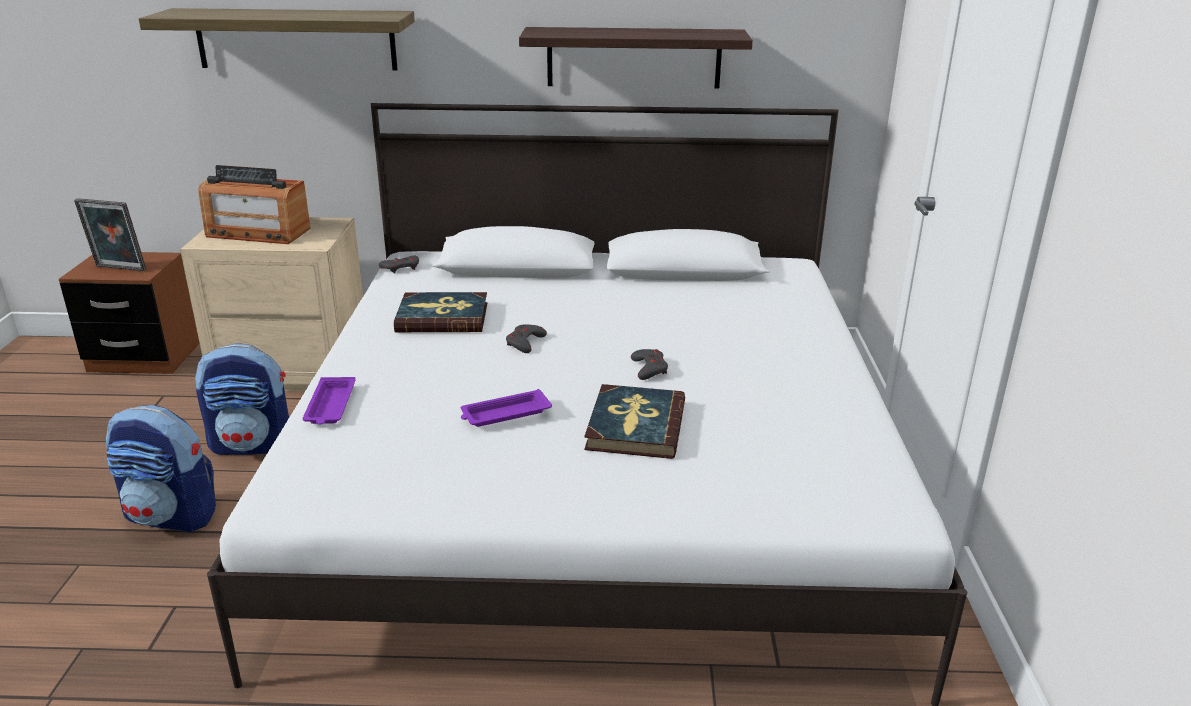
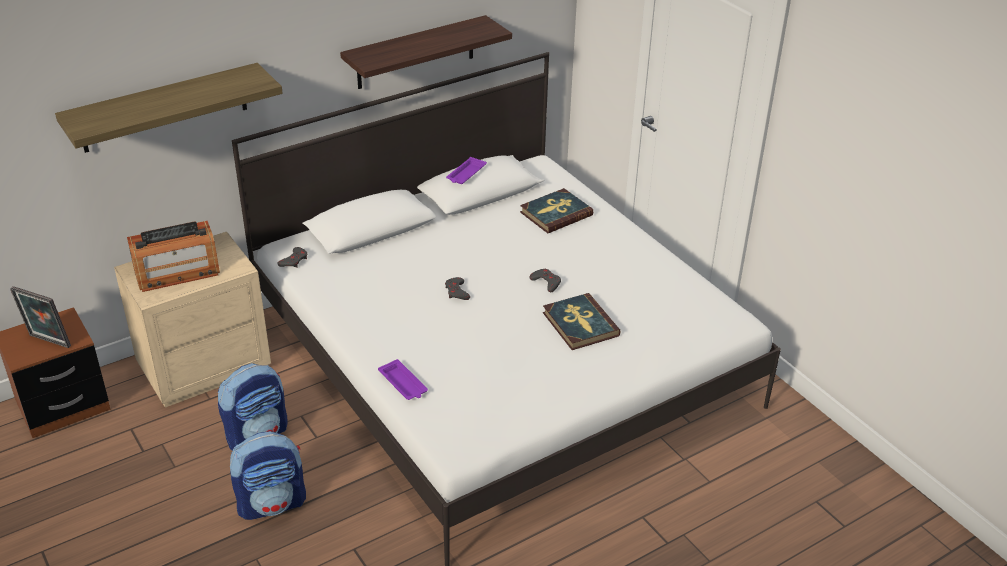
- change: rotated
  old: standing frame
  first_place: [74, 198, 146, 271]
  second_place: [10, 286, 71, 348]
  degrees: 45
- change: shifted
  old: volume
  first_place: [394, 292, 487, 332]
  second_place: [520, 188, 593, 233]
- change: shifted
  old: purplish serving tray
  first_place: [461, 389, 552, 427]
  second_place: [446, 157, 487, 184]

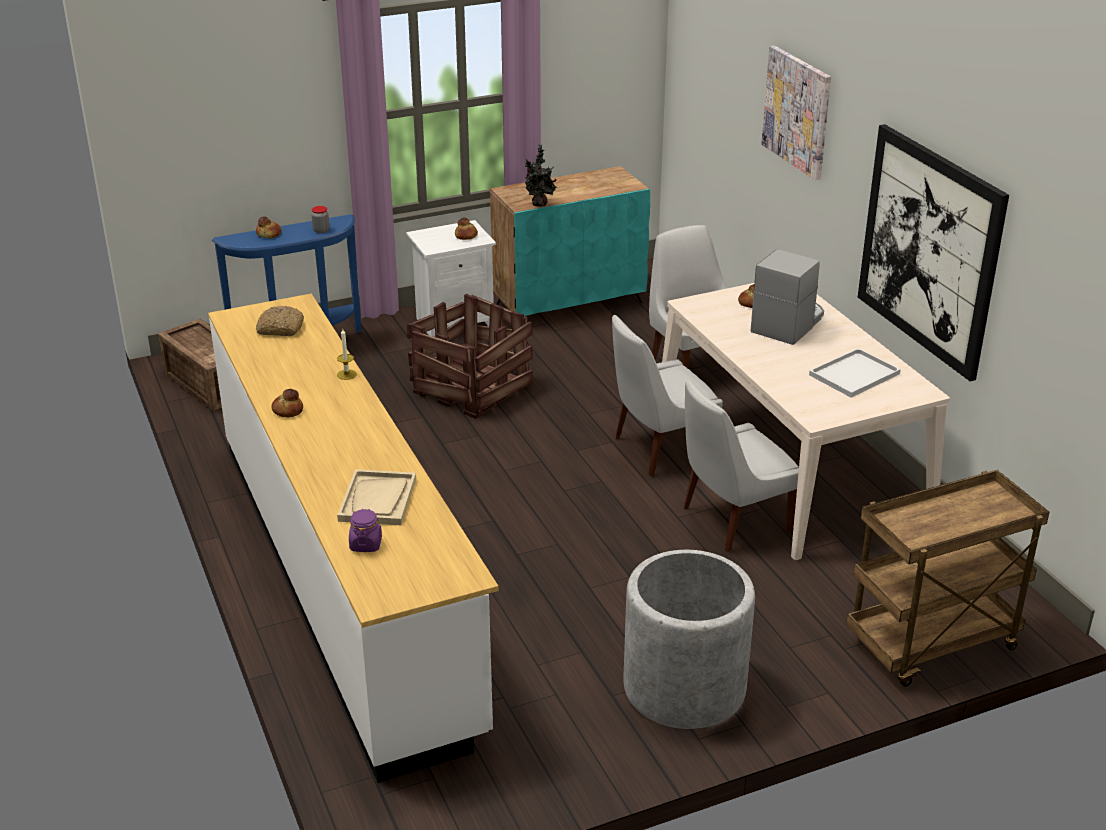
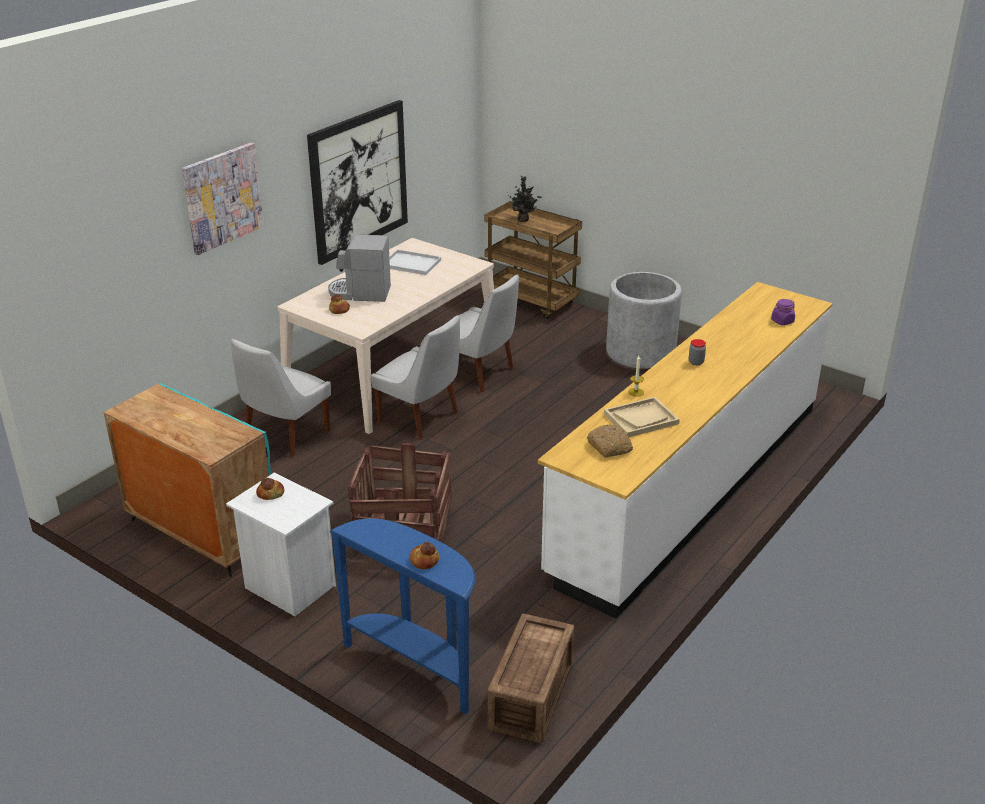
- change: shifted
  old: plant in a pot
  first_place: [525, 144, 558, 207]
  second_place: [508, 176, 542, 222]
- change: shifted
  old: preserve jar
  first_place: [311, 206, 329, 233]
  second_place: [689, 339, 706, 365]
- change: gone
  old: bread
  first_place: [271, 389, 303, 417]
- change: shifted
  old: sand-coloured serving tray
  first_place: [337, 469, 416, 525]
  second_place: [604, 397, 680, 437]

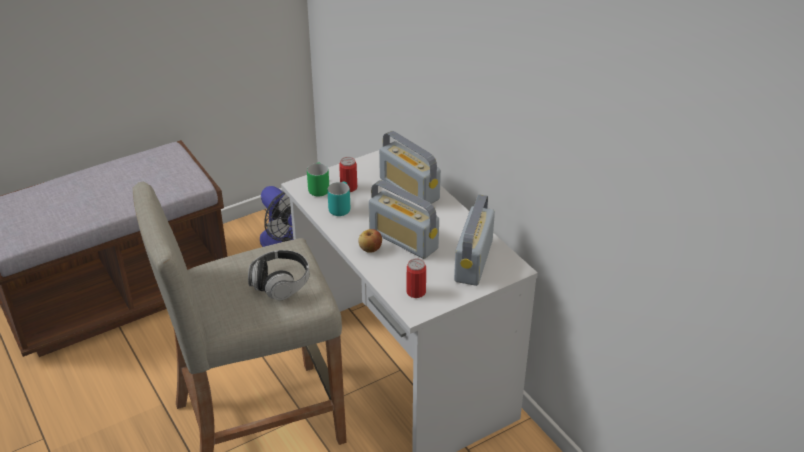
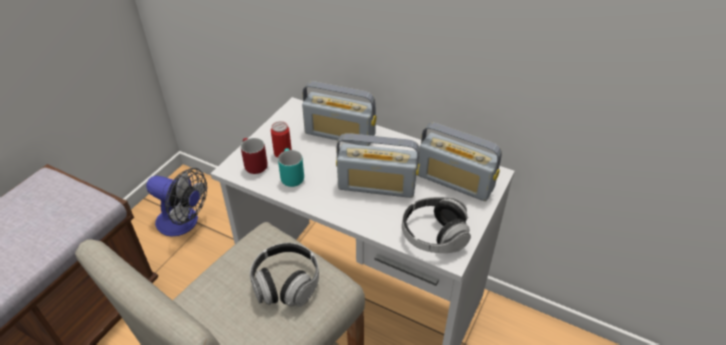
- change: repainted
  old: greenish coffee mug
  new: reddish coffee mug
  first_place: [307, 163, 329, 197]
  second_place: [241, 138, 268, 174]
- change: rotated
  old: radio
  first_place: [454, 195, 495, 286]
  second_place: [418, 123, 502, 201]
  degrees: -45
- change: gone
  old: apple fruit
  first_place: [358, 229, 382, 253]
- change: swapped
  old: sealed can
  new: pair of headphones
  first_place: [407, 259, 426, 298]
  second_place: [402, 197, 471, 253]

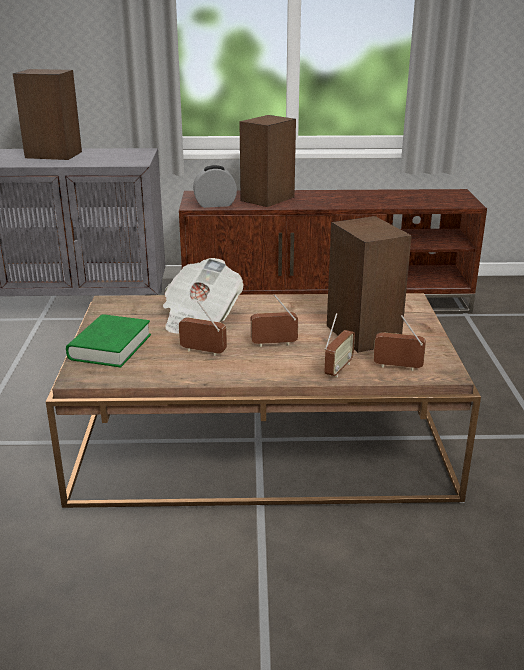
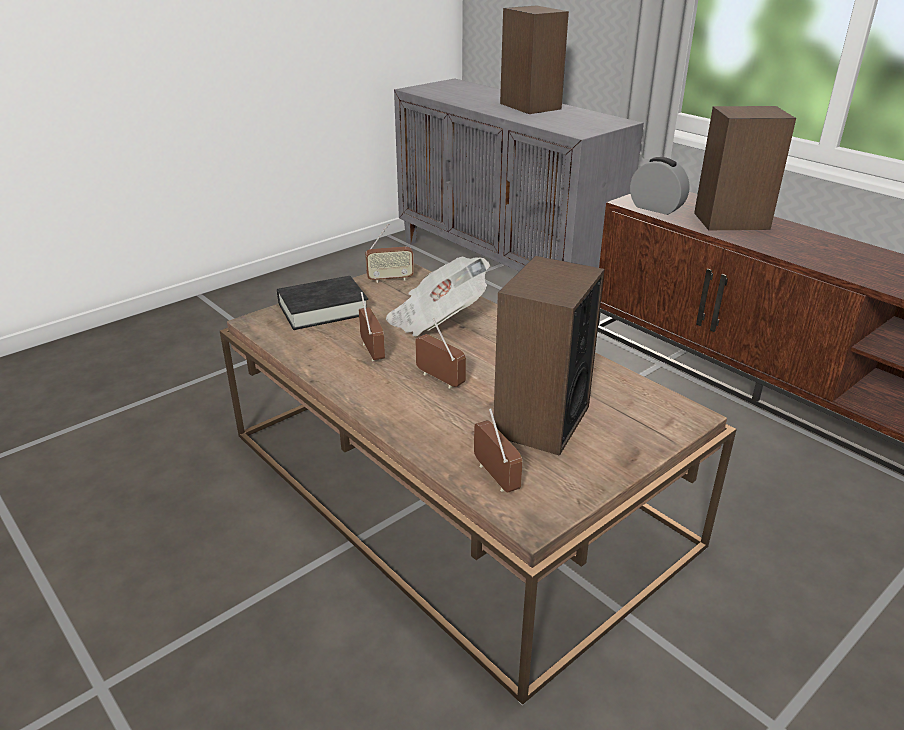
- change: shifted
  old: radio
  first_place: [325, 313, 355, 377]
  second_place: [365, 224, 414, 283]
- change: repainted
  old: greenish volume
  new: blackish volume
  first_place: [66, 314, 151, 368]
  second_place: [277, 276, 368, 330]

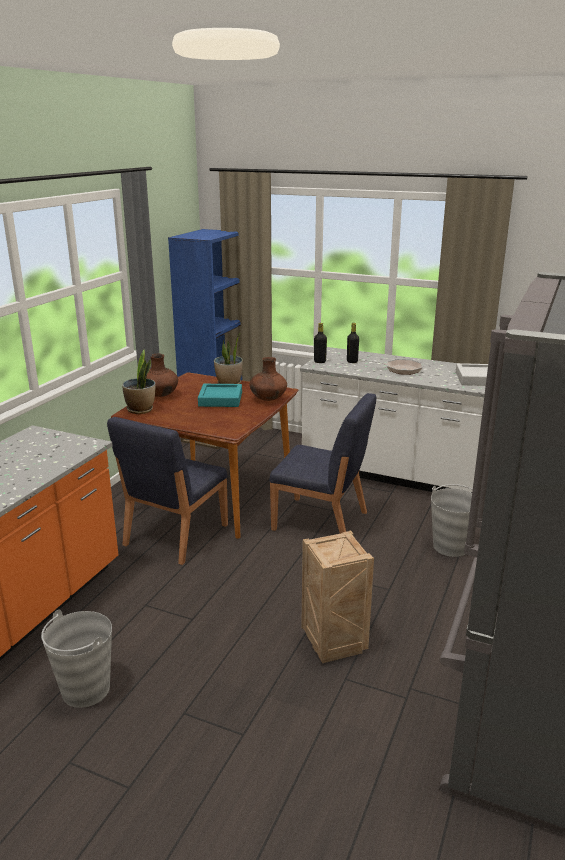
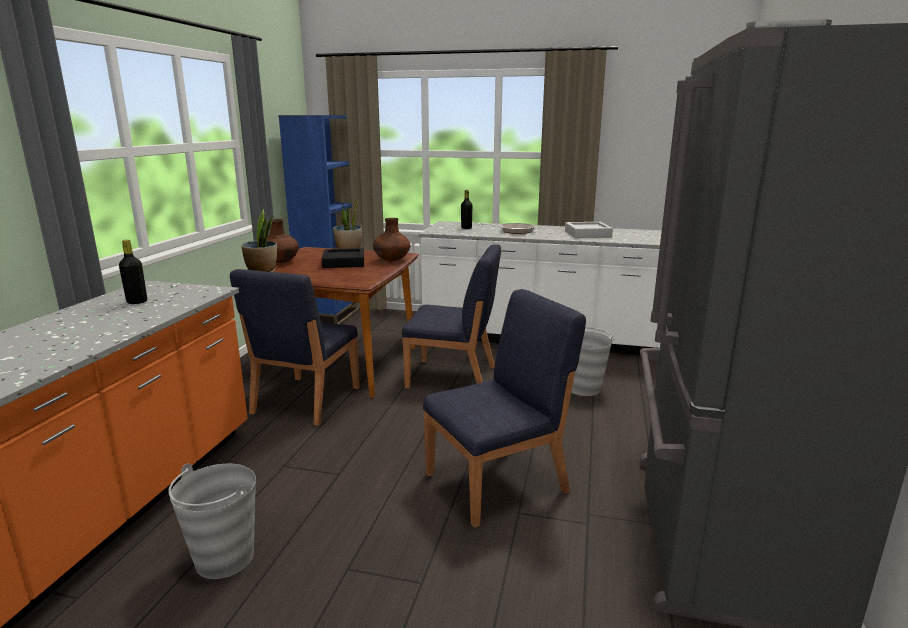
- change: shifted
  old: blackish bottle
  first_place: [314, 323, 327, 363]
  second_place: [119, 240, 147, 304]
- change: repainted
  old: blue-green serving tray
  new: blackish serving tray
  first_place: [198, 384, 242, 407]
  second_place: [322, 248, 364, 268]
- change: swapped
  old: packing crate
  new: blue upright chair
  first_place: [301, 530, 374, 663]
  second_place: [423, 289, 586, 528]

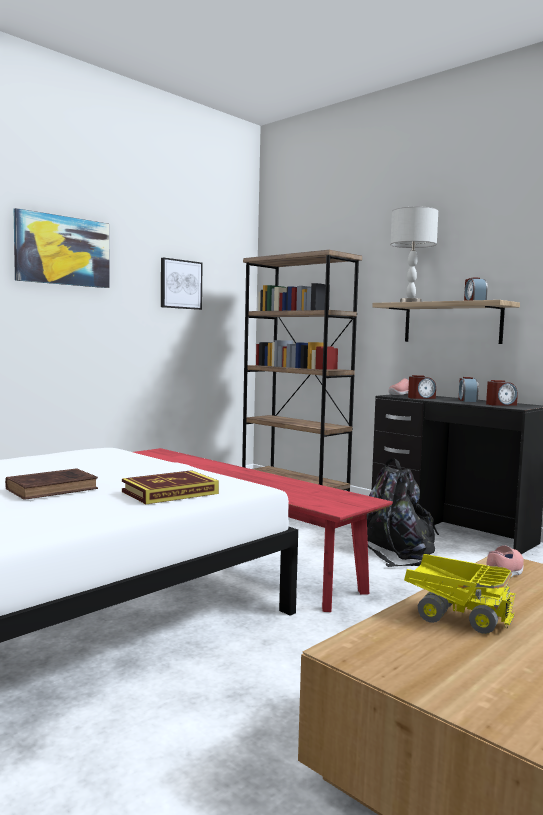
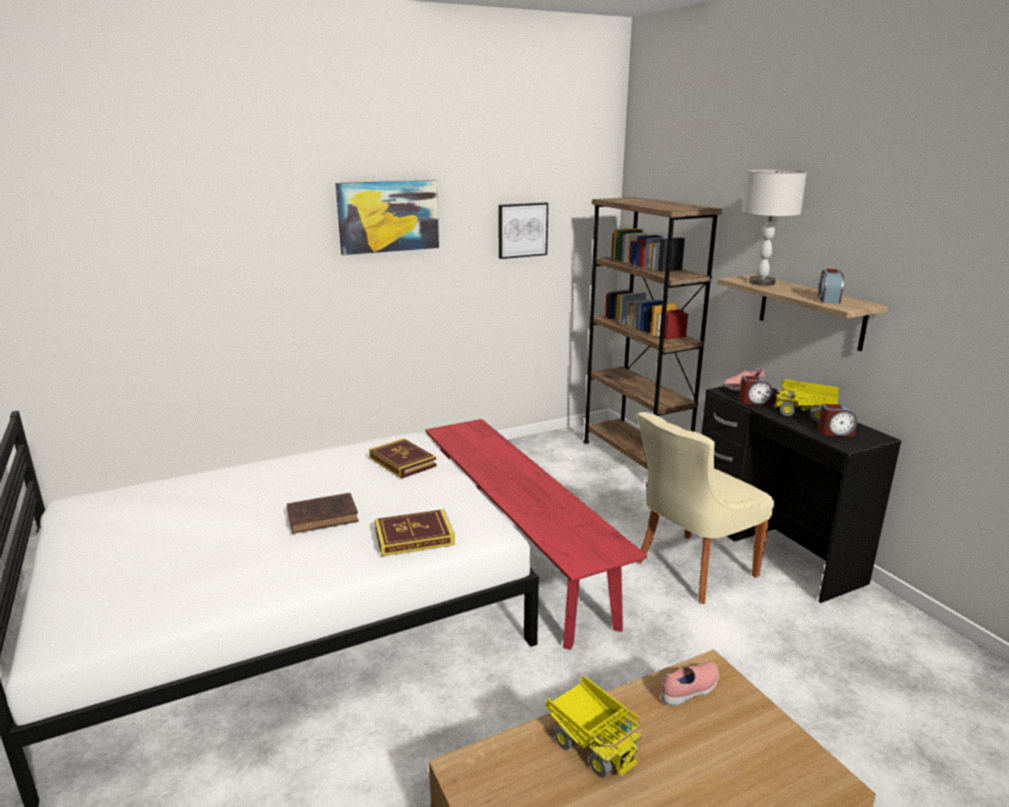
- change: swapped
  old: alarm clock
  new: toy truck
  first_place: [459, 377, 478, 402]
  second_place: [775, 379, 839, 421]
- change: swapped
  old: blackish backpack
  new: sand-coloured upright chair
  first_place: [367, 458, 439, 567]
  second_place: [637, 412, 774, 604]
- change: new
  new: volume
  second_place: [369, 439, 437, 479]

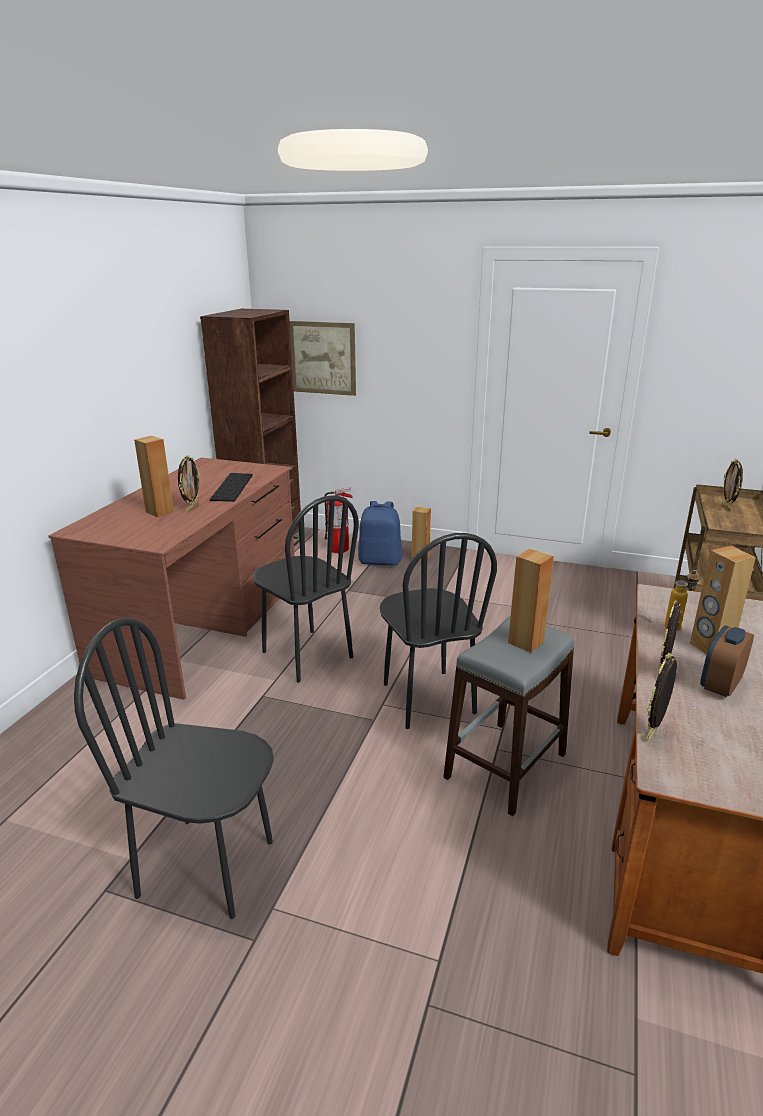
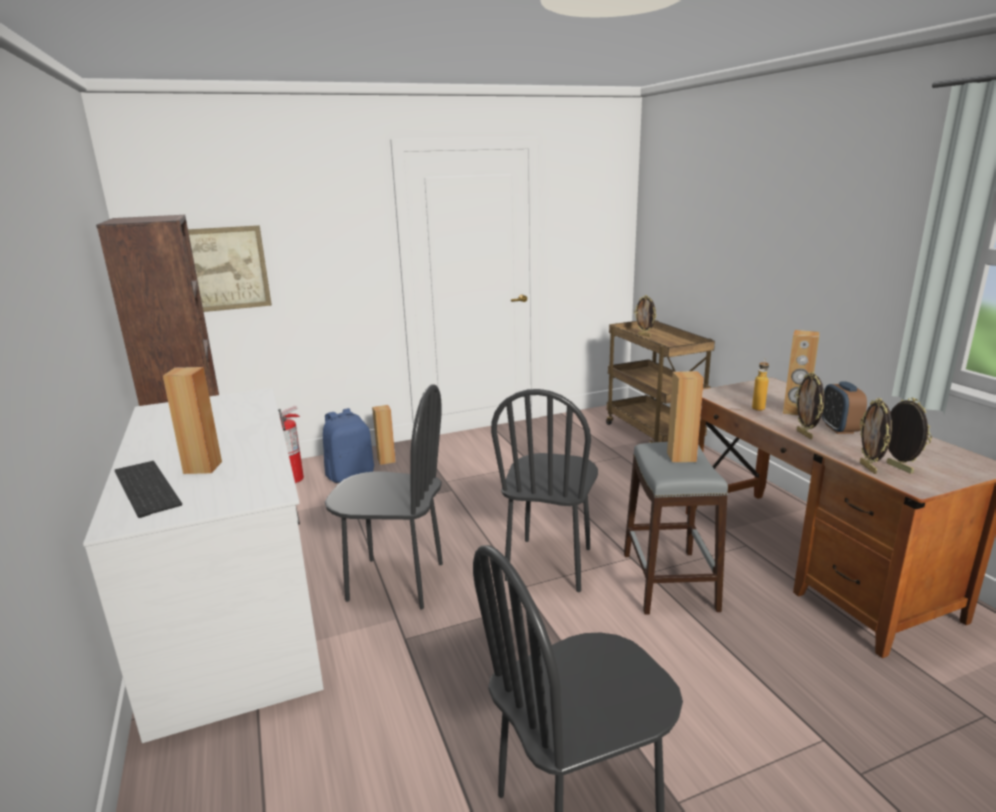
- change: shifted
  old: standing frame
  first_place: [178, 455, 201, 512]
  second_place: [887, 398, 932, 474]
- change: repainted
  old: brown desk unit
  new: white desk unit
  first_place: [48, 458, 295, 700]
  second_place: [83, 388, 324, 743]
- change: shifted
  old: computer keyboard
  first_place: [210, 473, 253, 502]
  second_place: [115, 461, 182, 518]
- change: rotated
  old: blackish upright chair
  first_place: [379, 533, 497, 729]
  second_place: [491, 389, 598, 592]
  degrees: 75

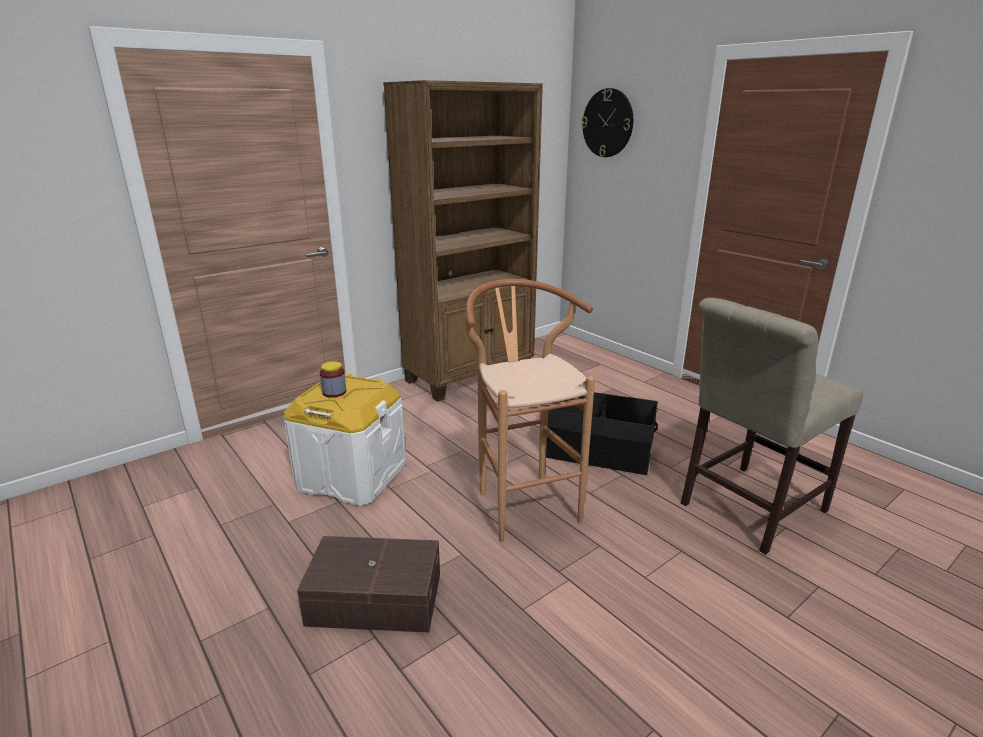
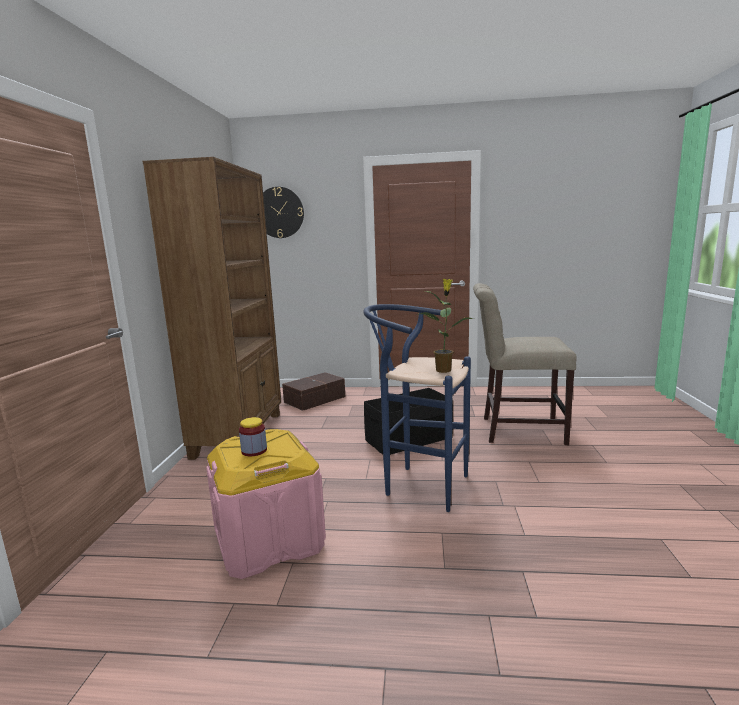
- change: repainted
  old: brown stool
  new: blue stool
  first_place: [465, 279, 595, 542]
  second_place: [363, 304, 471, 512]
- change: rotated
  old: sand-coloured upright chair
  first_place: [681, 298, 863, 555]
  second_place: [473, 283, 577, 445]
  degrees: 90
- change: repainted
  old: white storage box
  new: pink-coloured storage box
  first_place: [284, 374, 406, 506]
  second_place: [206, 429, 326, 579]
- change: shifted
  old: brown storage box
  first_place: [297, 536, 440, 632]
  second_place: [282, 372, 345, 411]
- change: new
  new: plant in a pot
  second_place: [420, 279, 475, 373]

